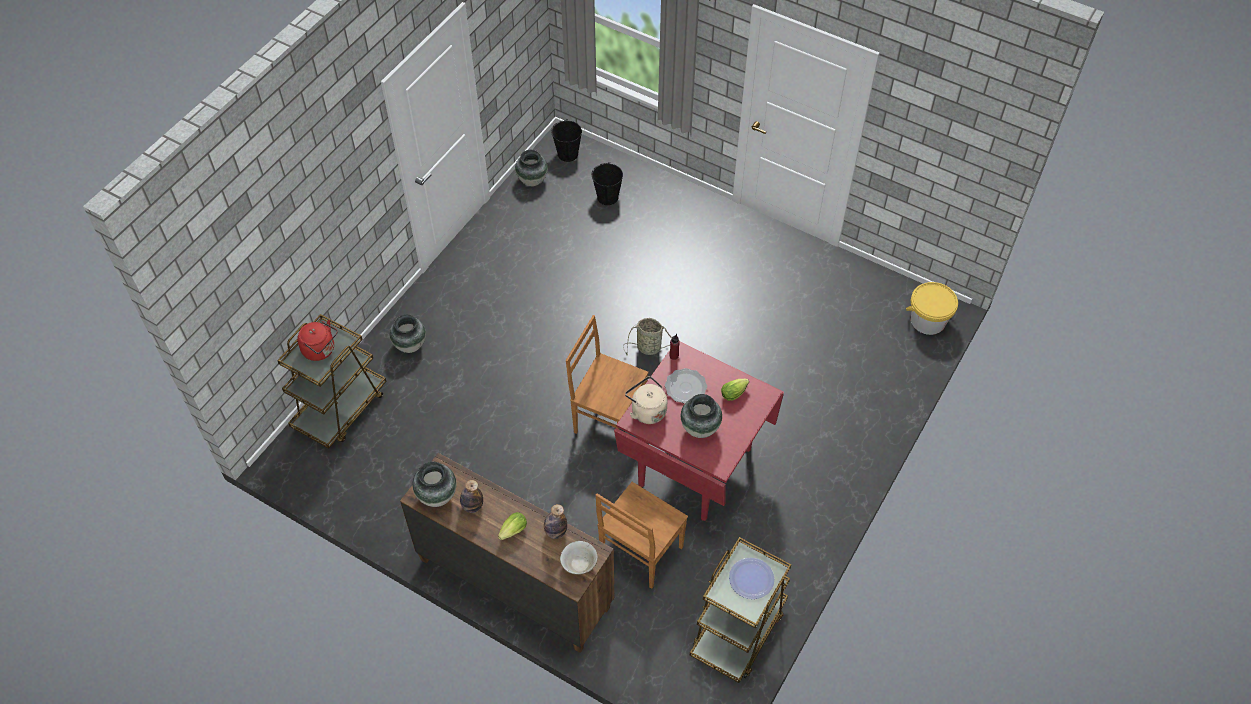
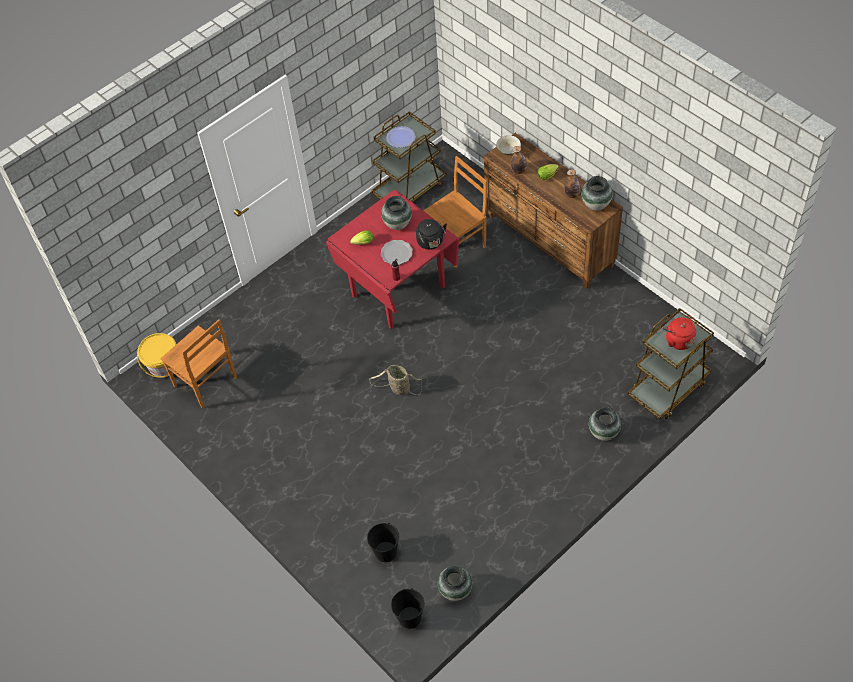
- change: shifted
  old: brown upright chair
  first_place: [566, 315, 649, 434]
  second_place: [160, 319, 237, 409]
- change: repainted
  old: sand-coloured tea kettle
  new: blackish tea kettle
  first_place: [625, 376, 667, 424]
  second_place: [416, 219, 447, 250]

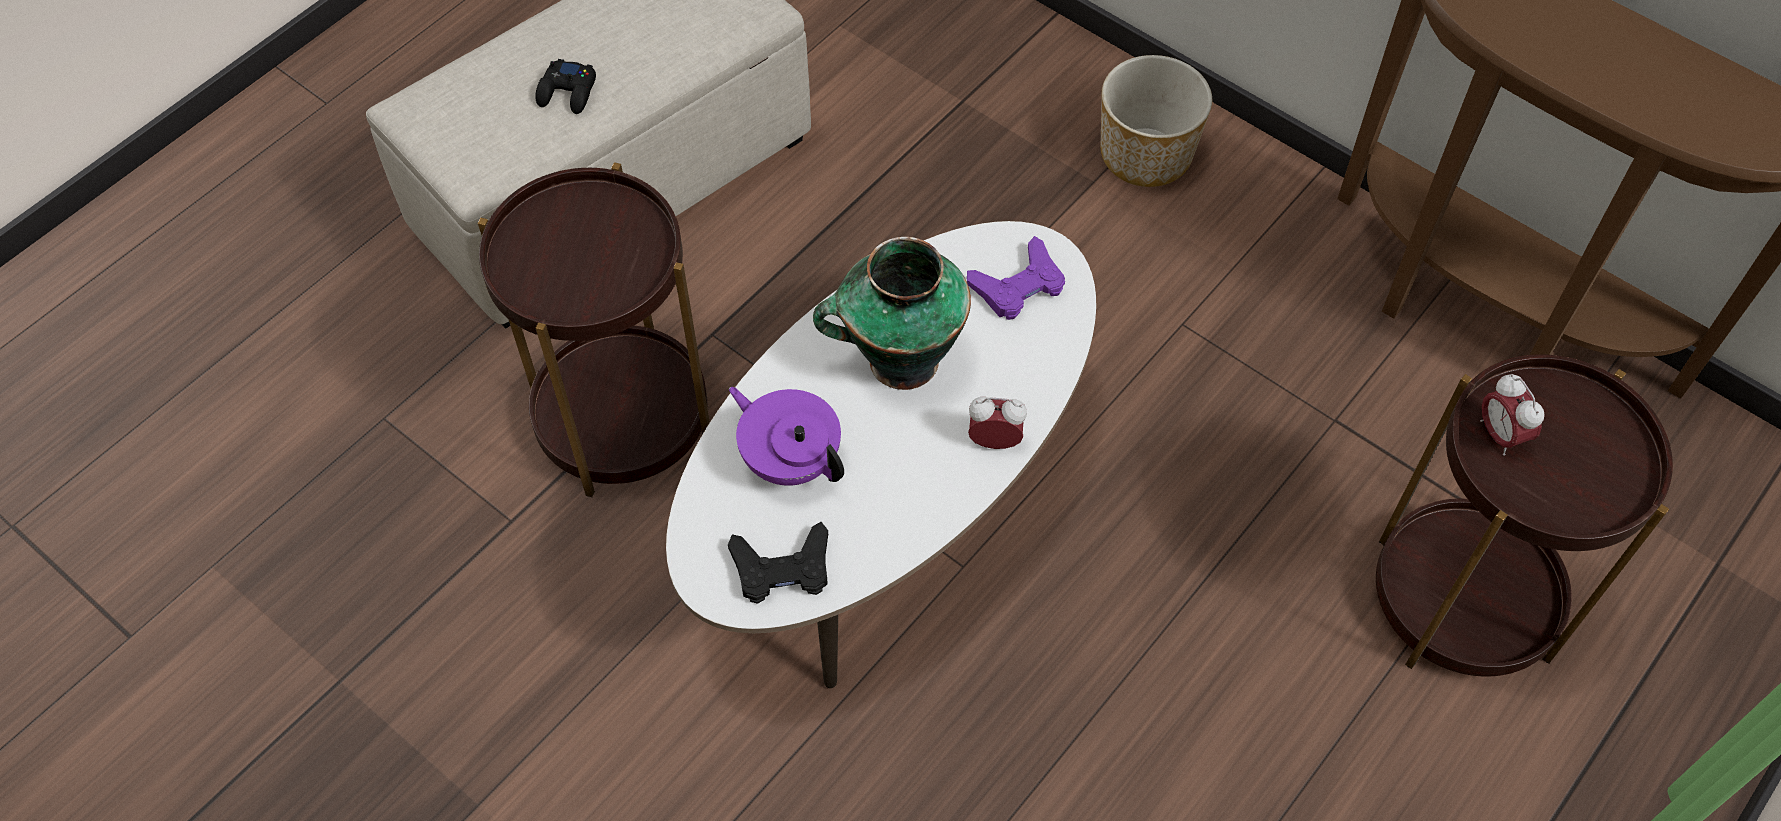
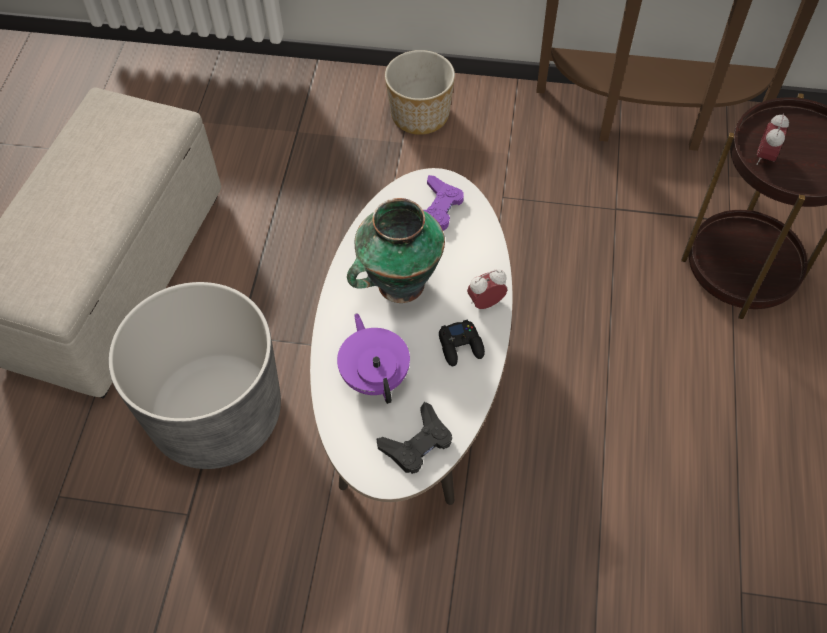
- change: shifted
  old: blackish joypad
  first_place: [535, 59, 596, 114]
  second_place: [439, 319, 485, 366]
- change: swapped
  old: brown accent table
  new: greyish planter
  first_place: [478, 162, 710, 497]
  second_place: [109, 282, 281, 469]
- change: rotated
  old: alarm clock
  first_place: [1480, 374, 1545, 456]
  second_place: [756, 113, 789, 165]
  degrees: 75
- change: rotated
  old: purplish teapot
  first_place: [729, 387, 844, 486]
  second_place: [337, 313, 410, 404]
  degrees: 60

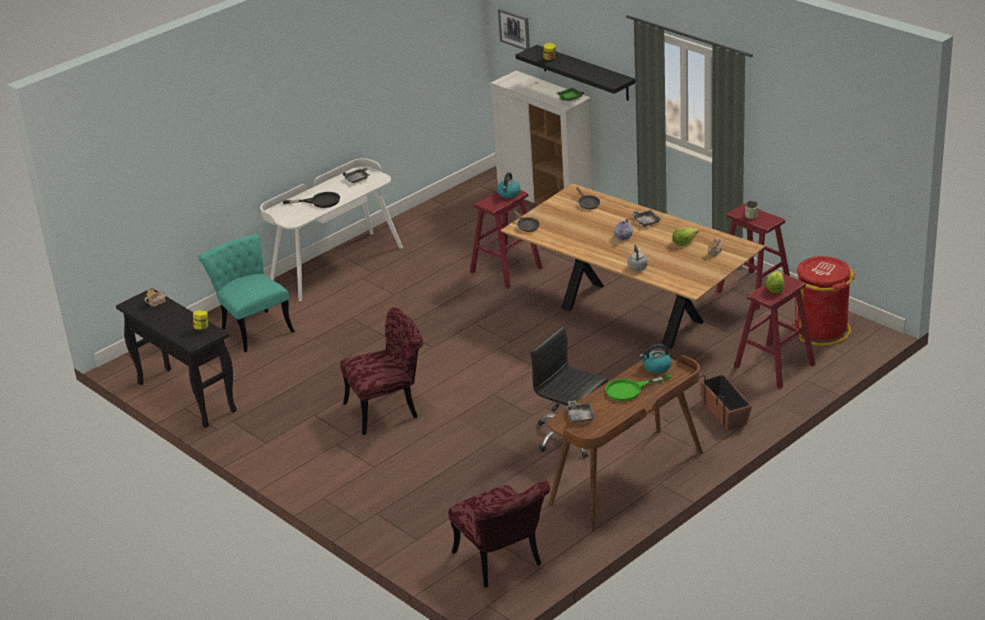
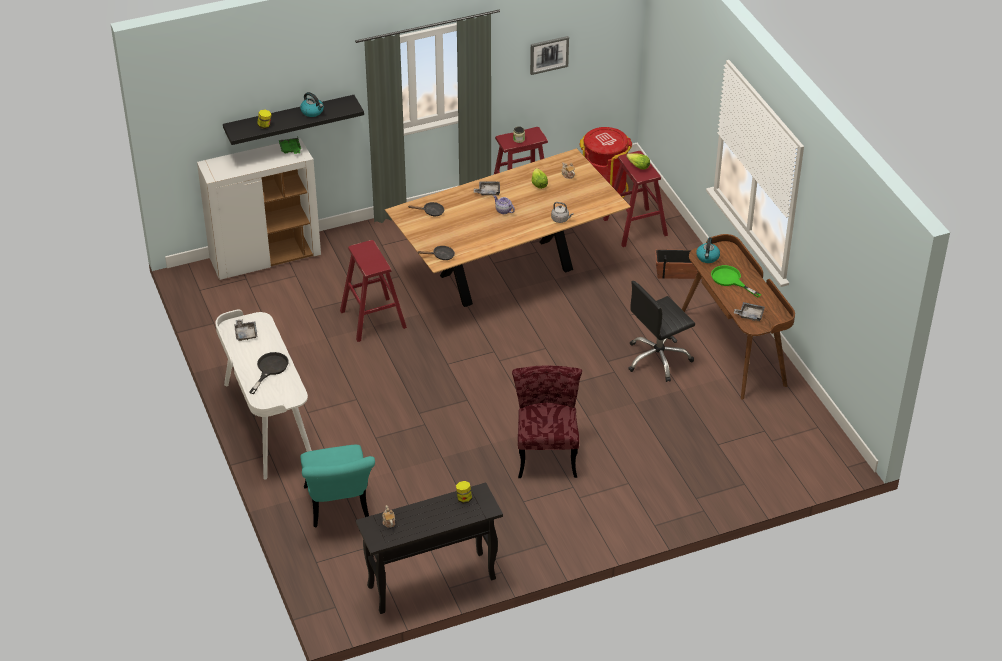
- change: shifted
  old: wall picture
  first_place: [498, 8, 530, 50]
  second_place: [530, 36, 569, 75]
- change: shifted
  old: tea kettle
  first_place: [497, 172, 520, 198]
  second_place: [300, 92, 324, 117]
- change: rotated
  old: blue-green upright chair
  first_place: [198, 234, 295, 352]
  second_place: [300, 445, 375, 527]
  degrees: -90
- change: rotated
  old: greenish frying pan
  first_place: [606, 374, 671, 401]
  second_place: [711, 265, 761, 298]
  degrees: 135
- change: gone
  old: reddish upright chair
  first_place: [448, 481, 550, 587]

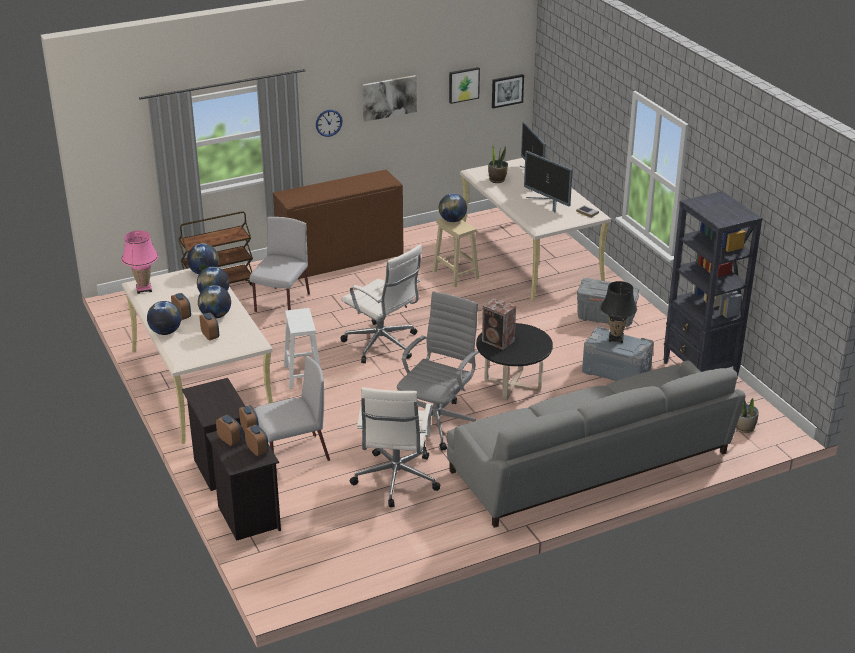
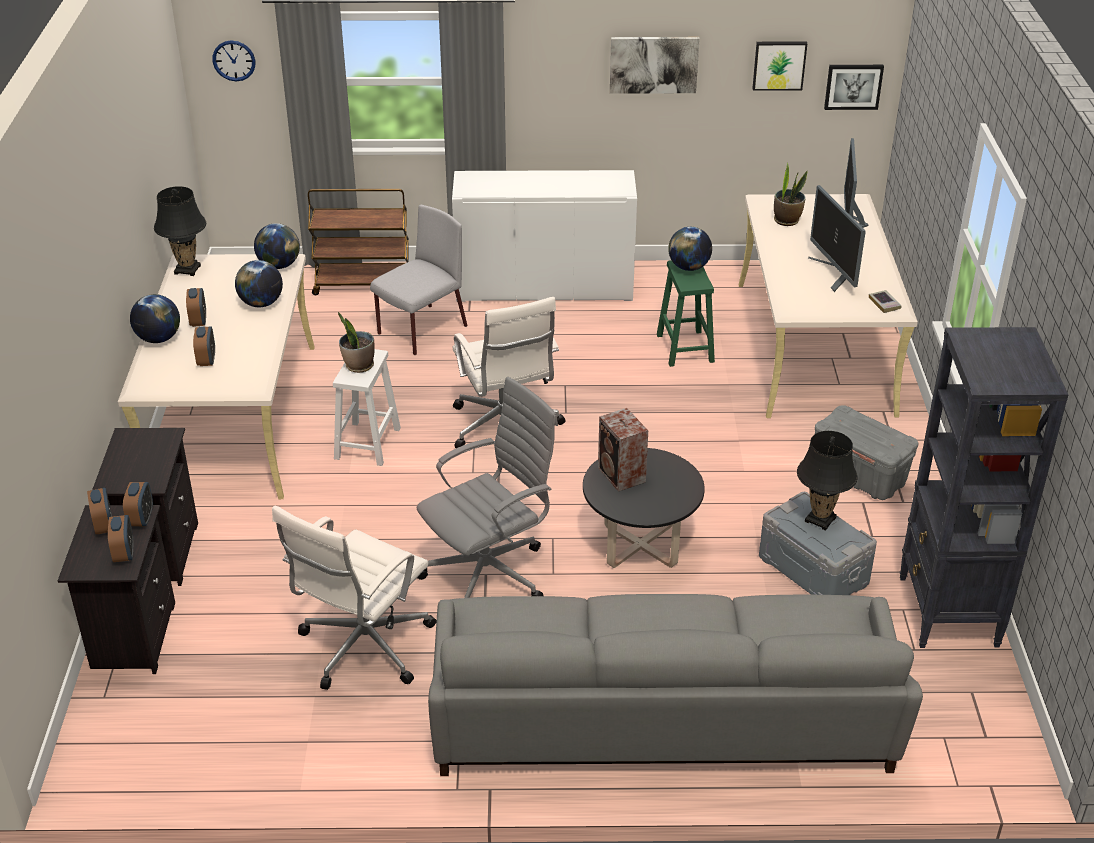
- change: shifted
  old: hanging clock
  first_place: [316, 110, 343, 137]
  second_place: [212, 40, 256, 81]
- change: repainted
  old: brown storage cabinet
  new: white storage cabinet
  first_place: [273, 169, 404, 279]
  second_place: [452, 170, 637, 302]
- change: repainted
  old: sand-coloured stool
  new: greenish stool
  first_place: [433, 218, 479, 287]
  second_place: [657, 260, 715, 367]
- change: repainted
  old: pink-coloured tabletop lamp
  new: blackish tabletop lamp
  first_place: [122, 230, 158, 294]
  second_place: [154, 186, 206, 276]
- change: gone
  old: globe
  first_place: [198, 285, 231, 319]
- change: gone
  old: greyish upright chair
  first_place: [254, 356, 330, 461]
- change: shifted
  old: plant in a pot
  first_place: [736, 398, 759, 433]
  second_place: [338, 312, 374, 373]

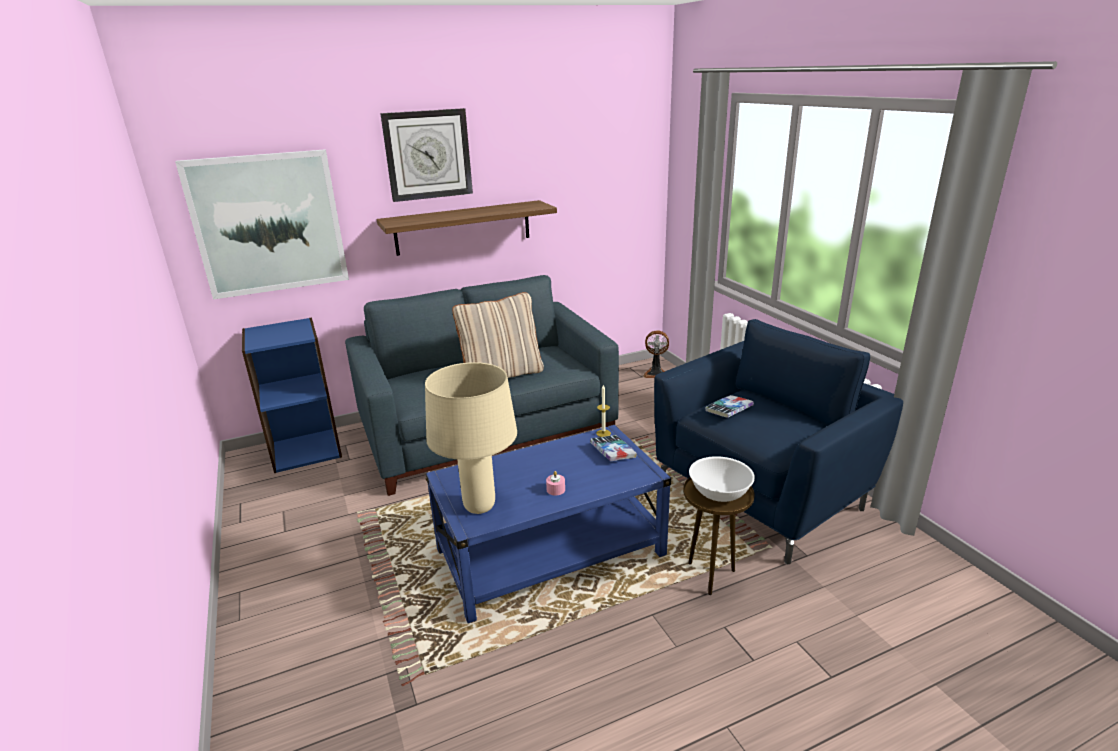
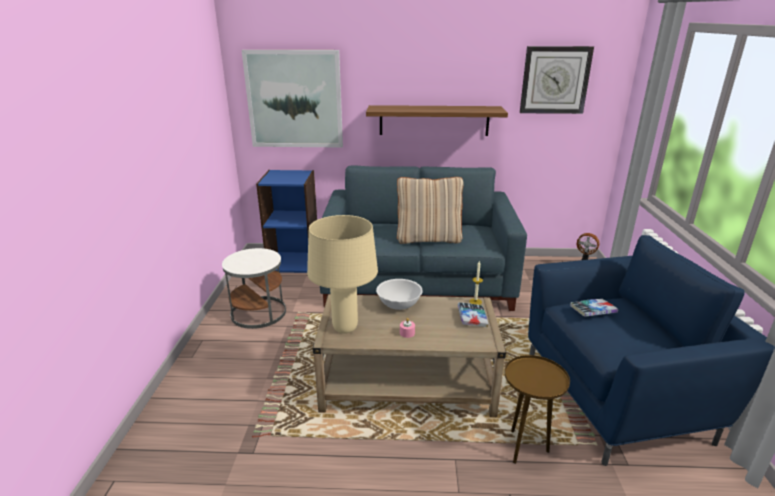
- change: shifted
  old: hanging clock
  first_place: [380, 108, 473, 202]
  second_place: [520, 46, 594, 114]
- change: repainted
  old: blue coffee table
  new: sand-coloured coffee table
  first_place: [426, 425, 671, 624]
  second_place: [312, 294, 506, 417]
- change: shifted
  old: white serving bowl
  first_place: [689, 456, 755, 502]
  second_place: [376, 279, 423, 310]
- change: new
  new: white accent table
  second_place: [222, 248, 286, 329]

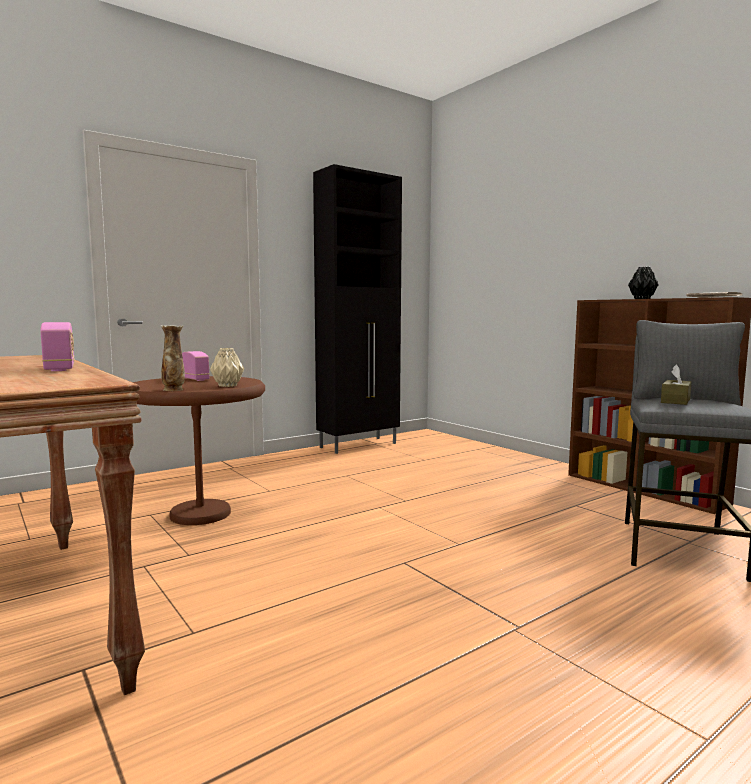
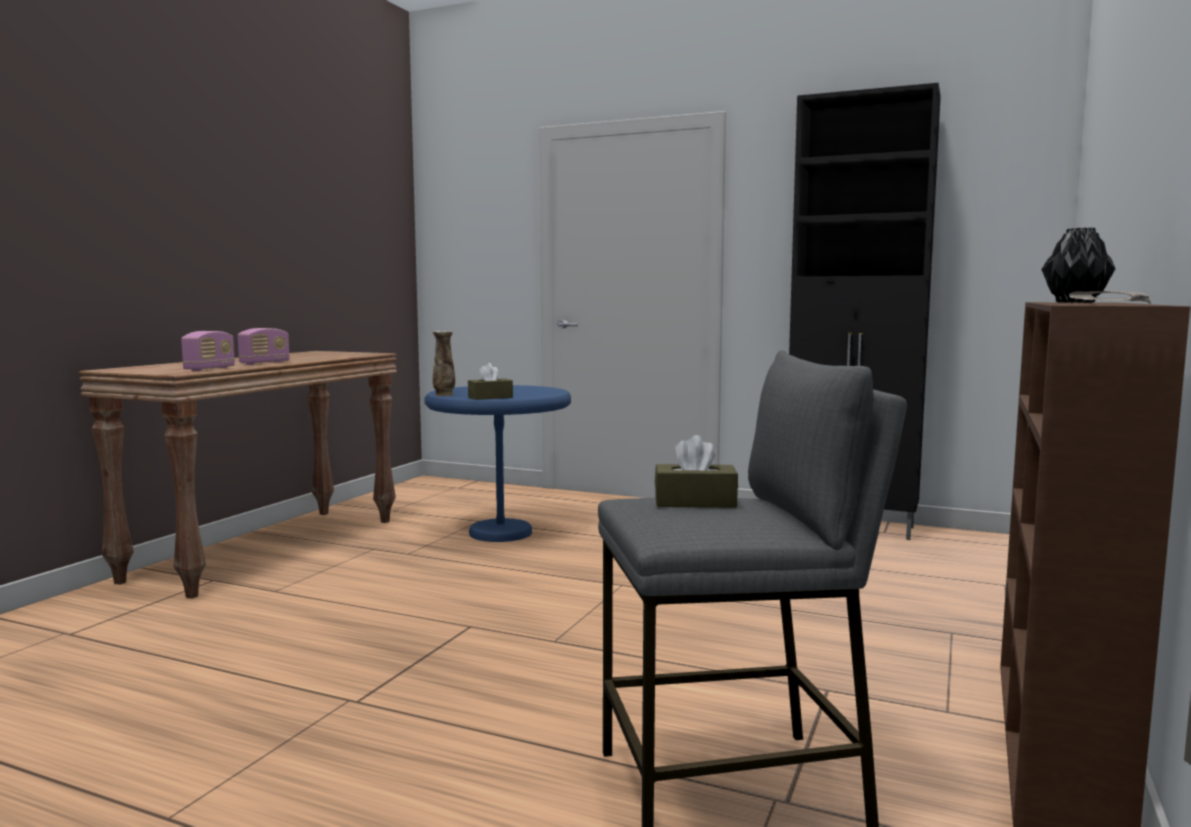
- change: swapped
  old: sand-coloured decorative vase
  new: brown tissue holder
  first_place: [210, 348, 244, 387]
  second_place: [468, 363, 513, 400]
- change: shifted
  old: radio
  first_place: [182, 351, 210, 381]
  second_place: [181, 331, 235, 371]
- change: repainted
  old: brown accent table
  new: blue accent table
  first_place: [132, 376, 265, 525]
  second_place: [424, 385, 571, 542]

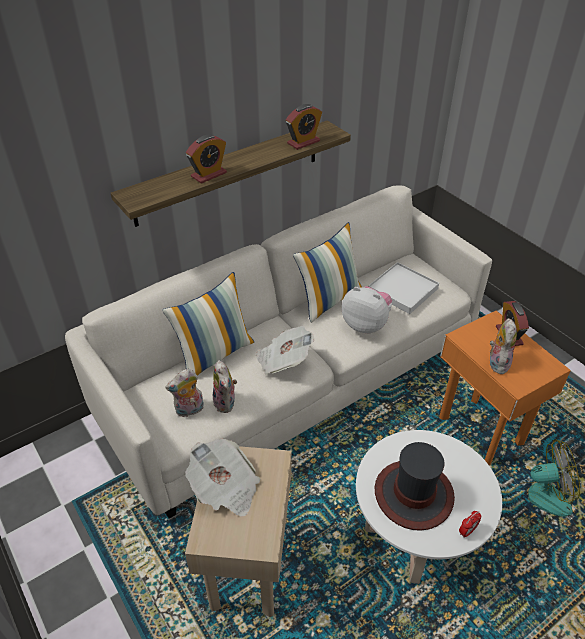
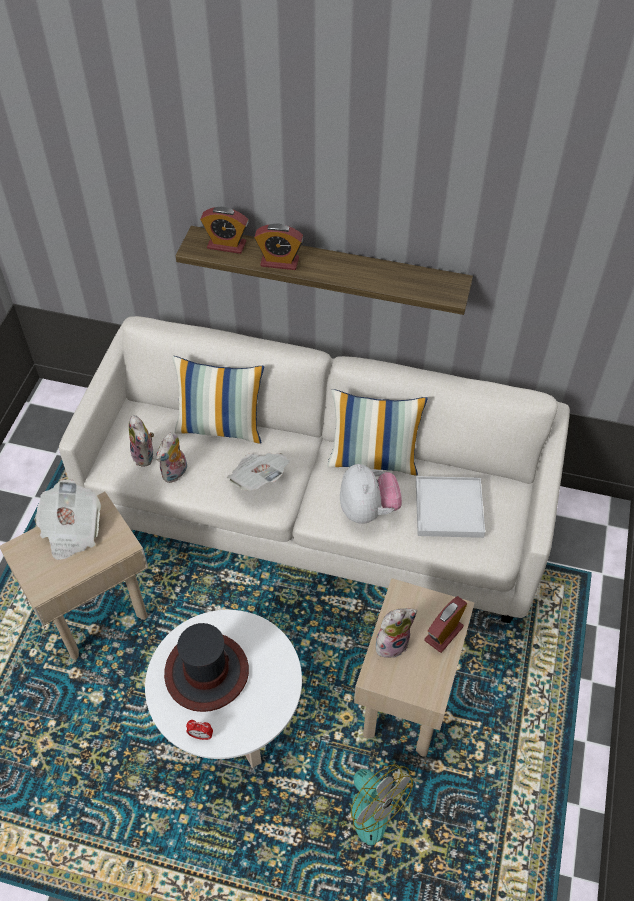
- change: shifted
  old: alarm clock
  first_place: [286, 104, 322, 150]
  second_place: [200, 207, 248, 254]
- change: repainted
  old: orange-coloured accent table
  new: sand-coloured accent table
  first_place: [439, 311, 571, 465]
  second_place: [354, 578, 475, 757]
- change: rotated
  old: soft toy
  first_place: [165, 369, 204, 417]
  second_place: [129, 415, 154, 467]
  degrees: -135

